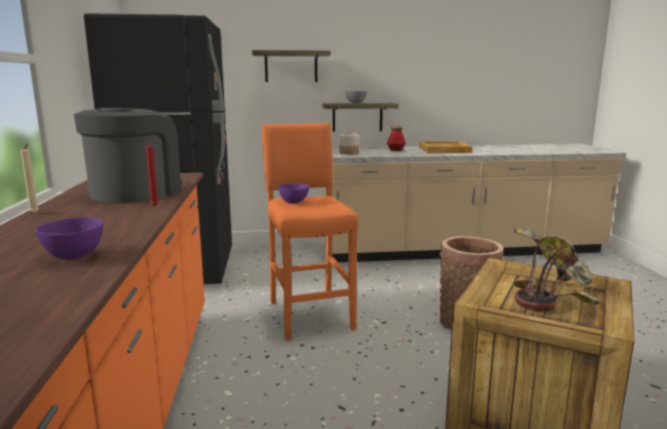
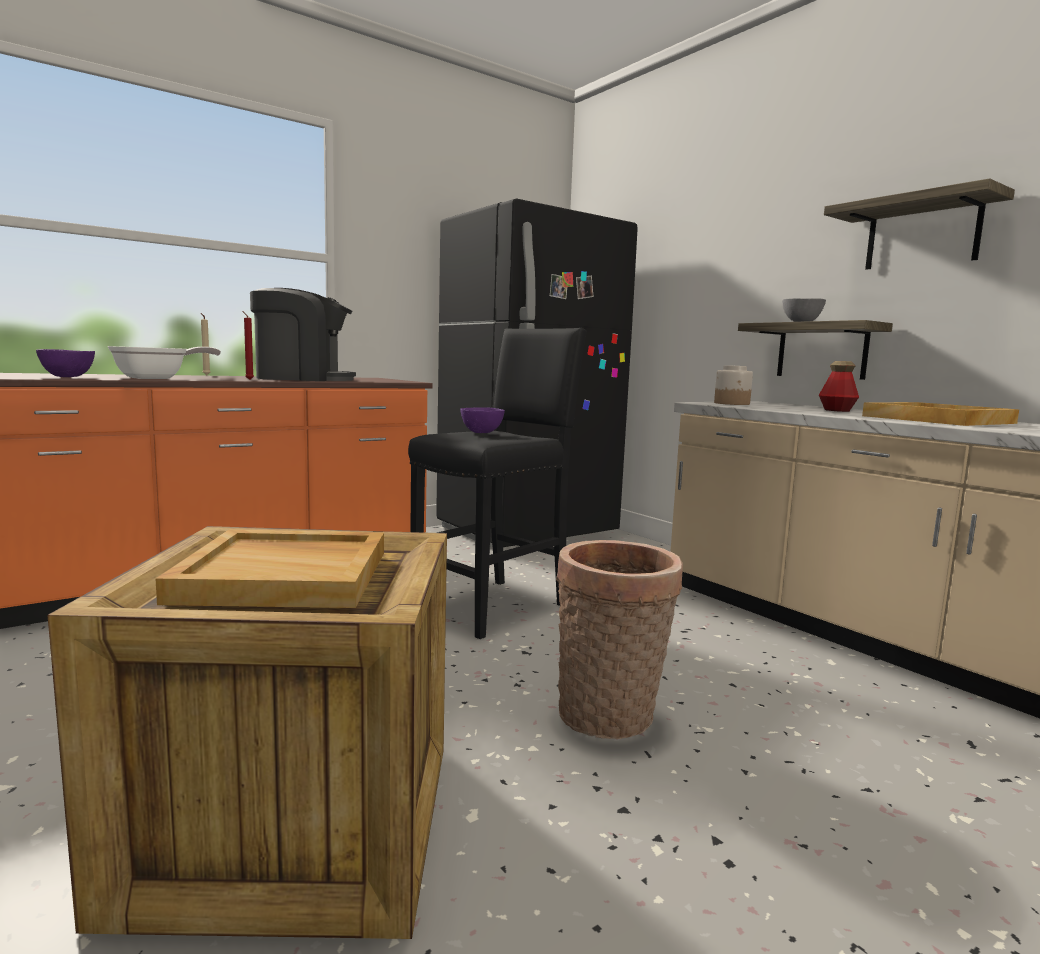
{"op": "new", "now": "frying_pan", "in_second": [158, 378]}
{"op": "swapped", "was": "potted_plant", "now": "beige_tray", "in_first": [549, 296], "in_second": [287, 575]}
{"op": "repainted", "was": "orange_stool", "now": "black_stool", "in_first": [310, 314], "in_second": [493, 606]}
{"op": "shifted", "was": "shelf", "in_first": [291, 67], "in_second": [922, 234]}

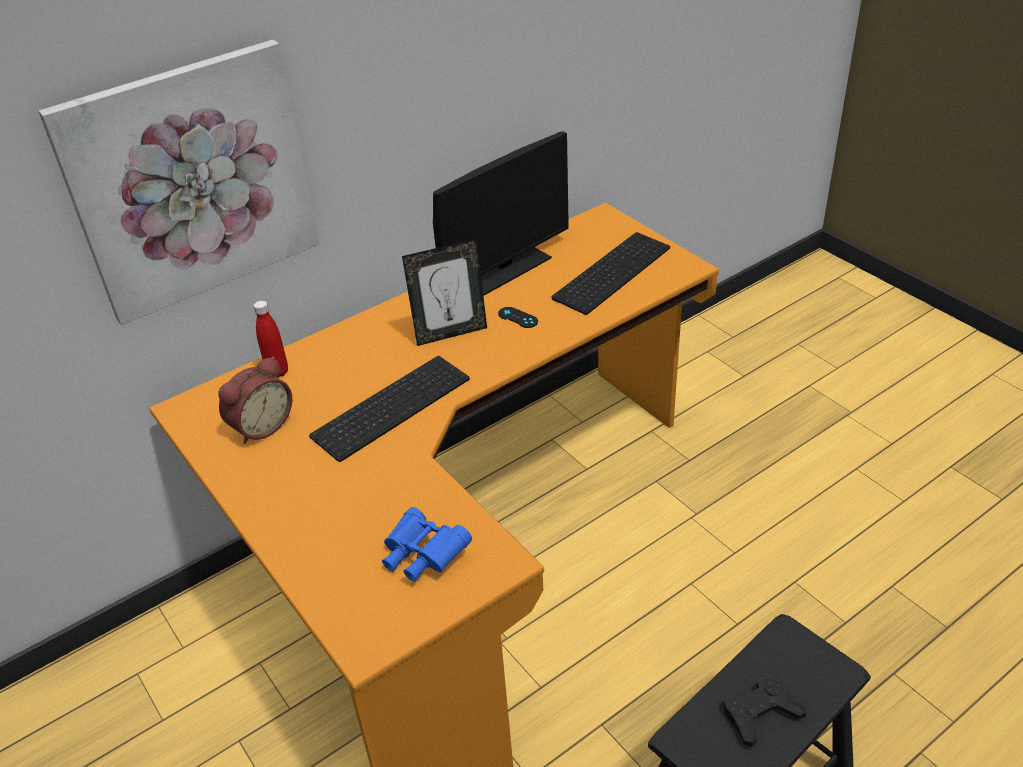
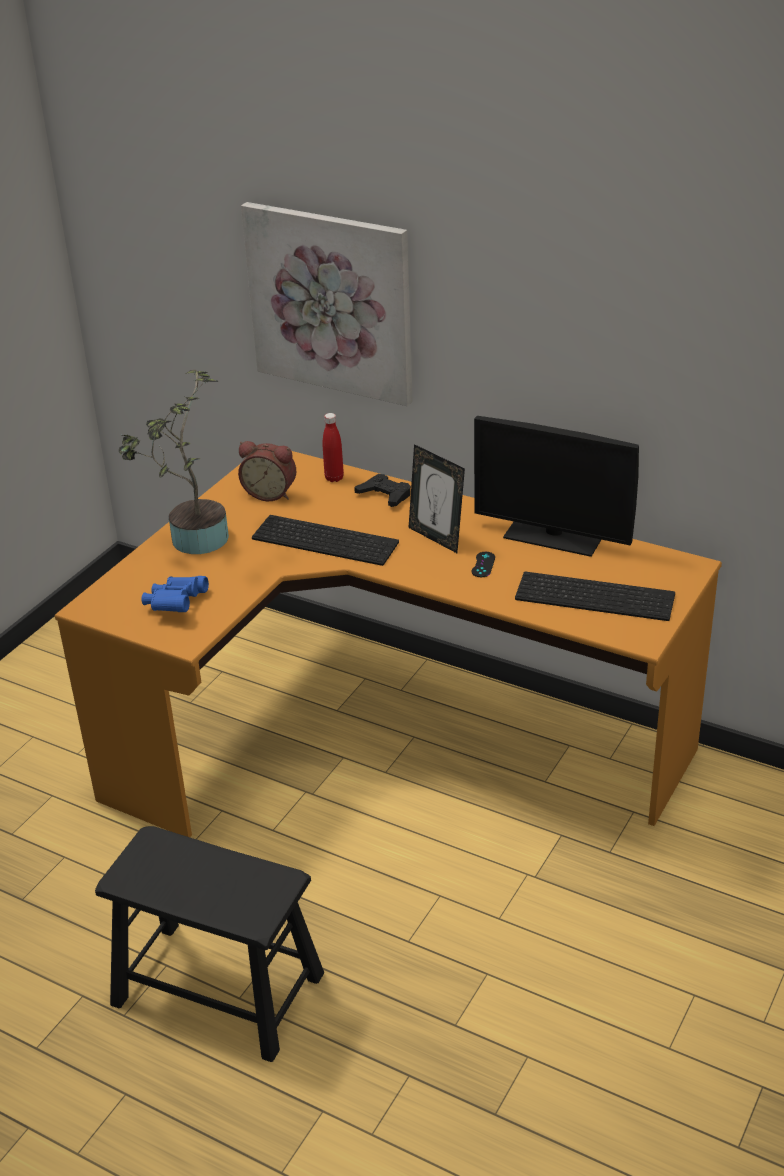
{"op": "new", "now": "potted_plant", "in_second": [193, 540]}
{"op": "shifted", "was": "black_game_controller", "in_first": [760, 714], "in_second": [385, 495]}

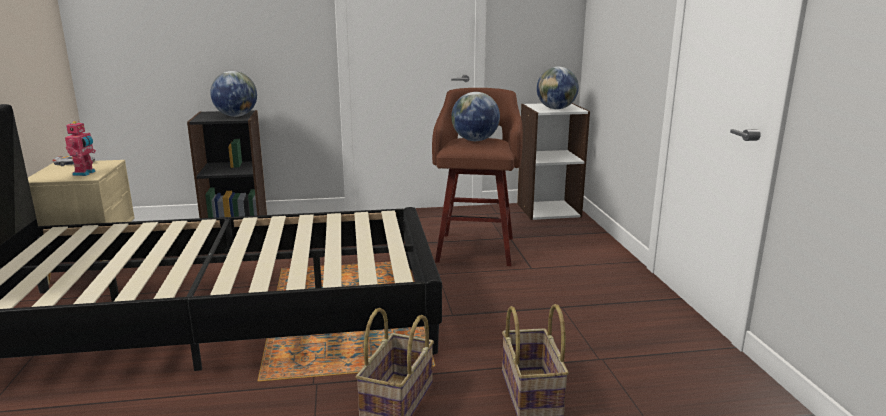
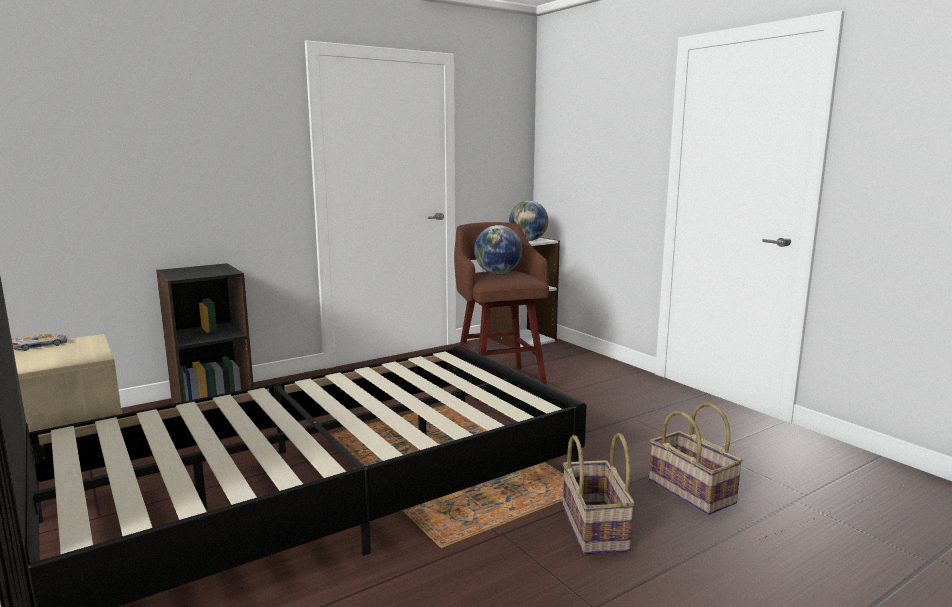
{"op": "gone", "was": "toy_robot", "in_first": [85, 173]}
{"op": "gone", "was": "globe", "in_first": [236, 116]}

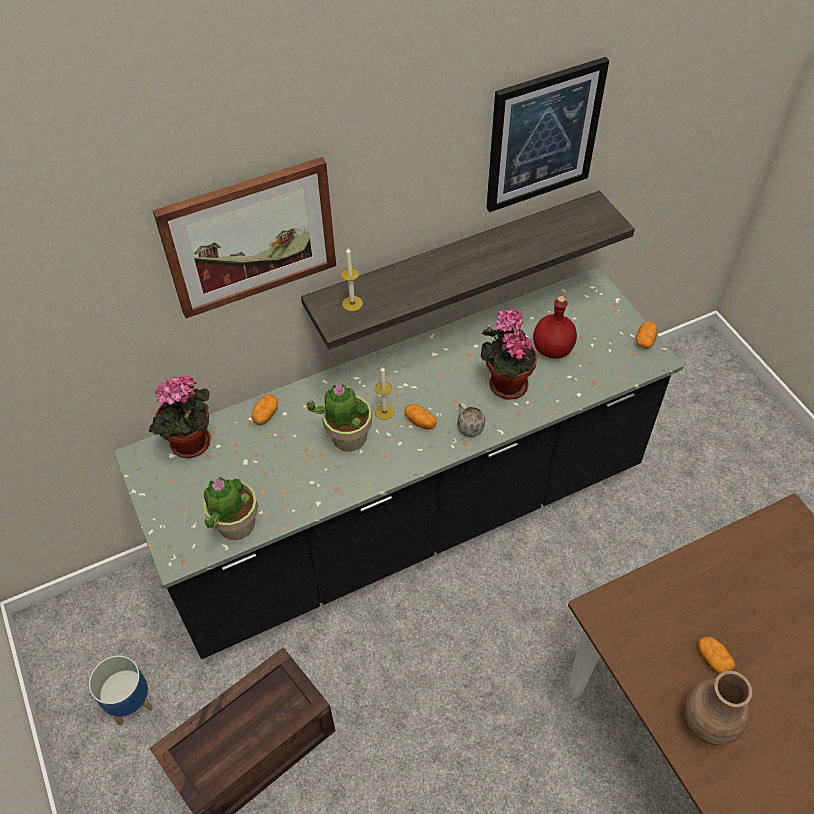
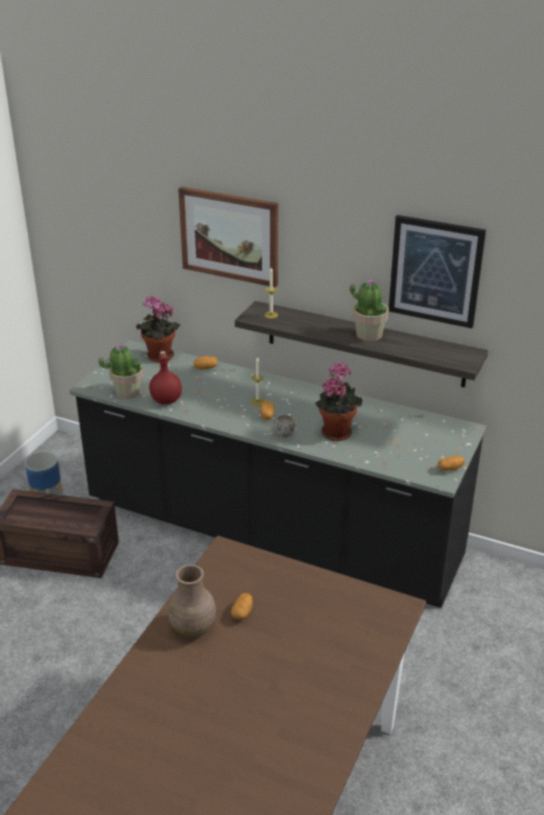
{"op": "shifted", "was": "red_bottle", "in_first": [552, 350], "in_second": [165, 400]}
{"op": "shifted", "was": "potted_plant", "in_first": [348, 437], "in_second": [368, 334]}

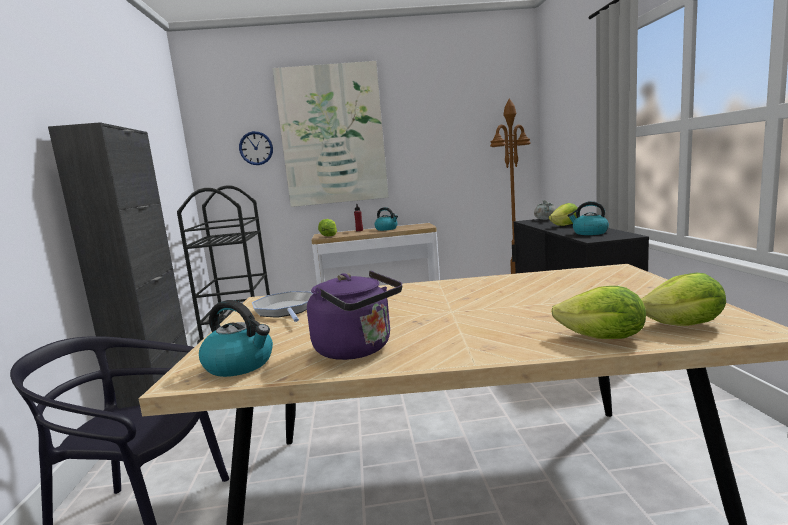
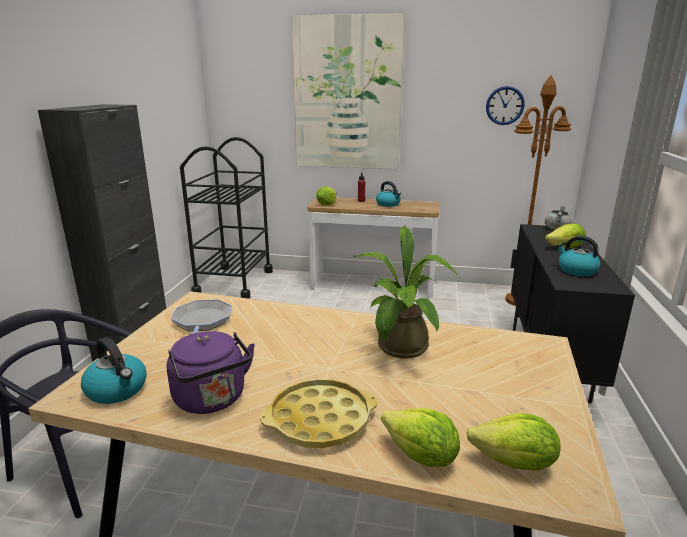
{"op": "new", "now": "yellow_tray", "in_second": [320, 420]}
{"op": "new", "now": "potted_plant", "in_second": [400, 350]}
{"op": "shifted", "was": "wall_clock", "in_first": [256, 148], "in_second": [505, 105]}

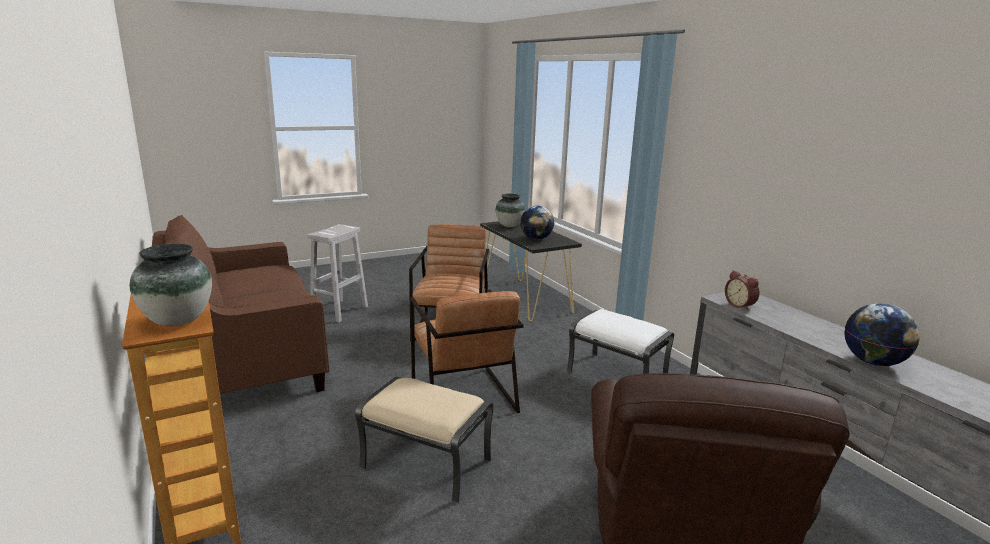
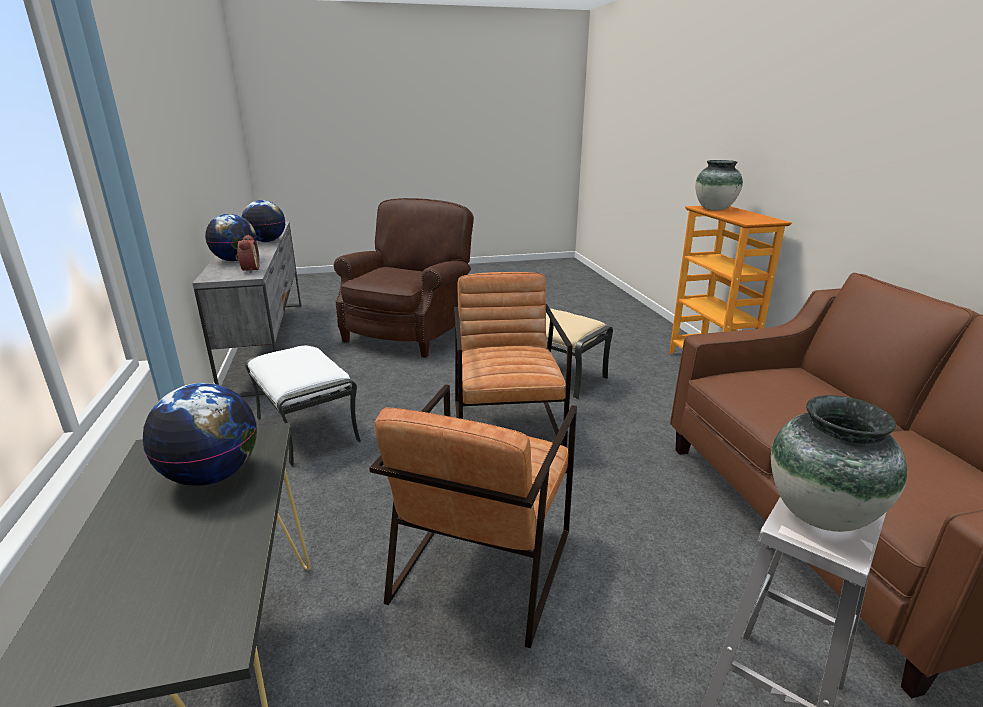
{"op": "new", "now": "globe", "in_second": [235, 260]}
{"op": "shifted", "was": "vase", "in_first": [510, 226], "in_second": [819, 515]}

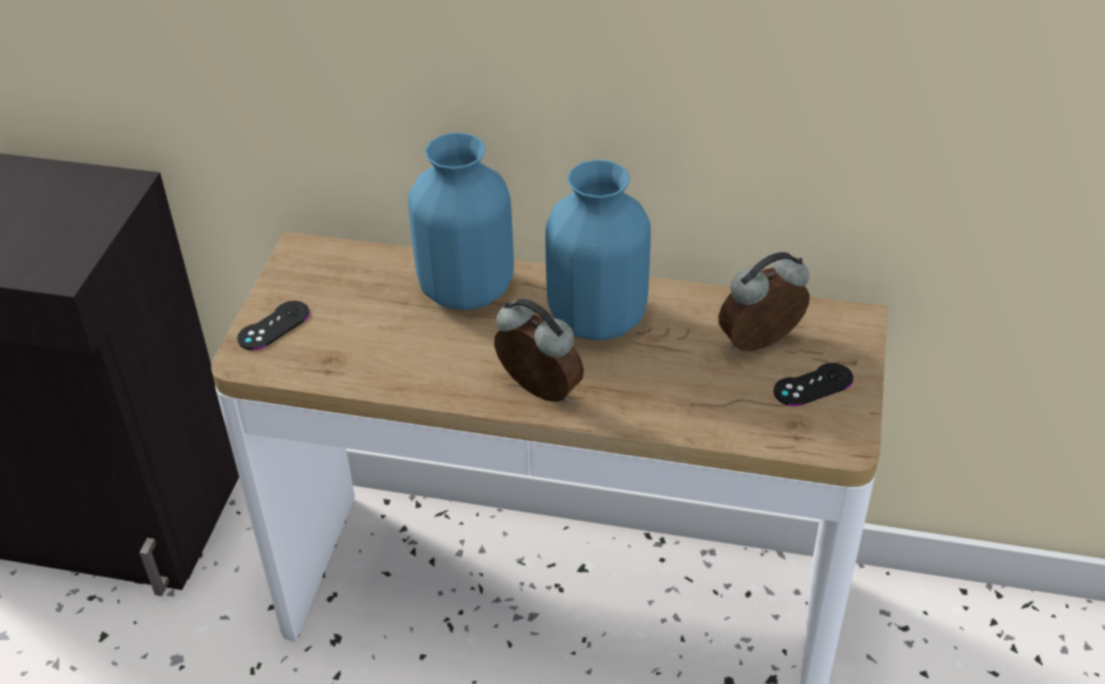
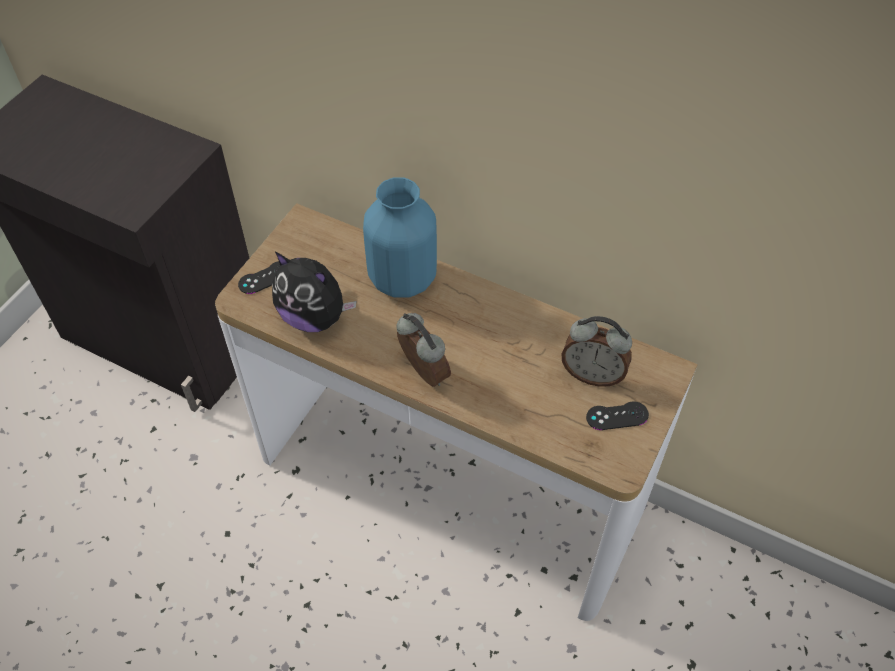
{"op": "new", "now": "plush_toy", "in_second": [314, 317]}
{"op": "rotated", "was": "alarm_clock", "in_first": [761, 345], "in_second": [592, 374], "clockwise": -150}
{"op": "gone", "was": "blue_vase", "in_first": [595, 318]}

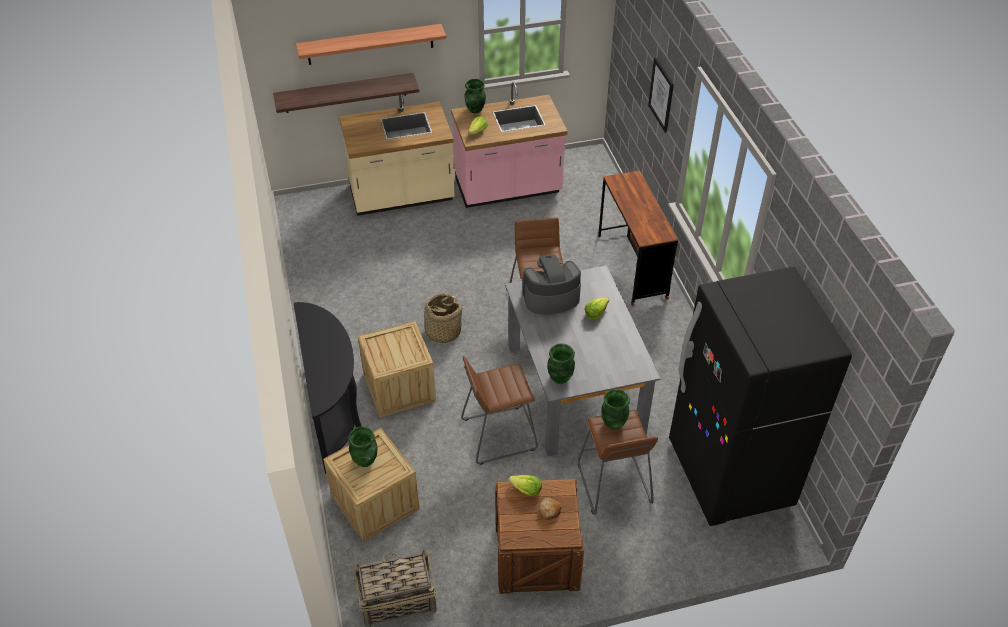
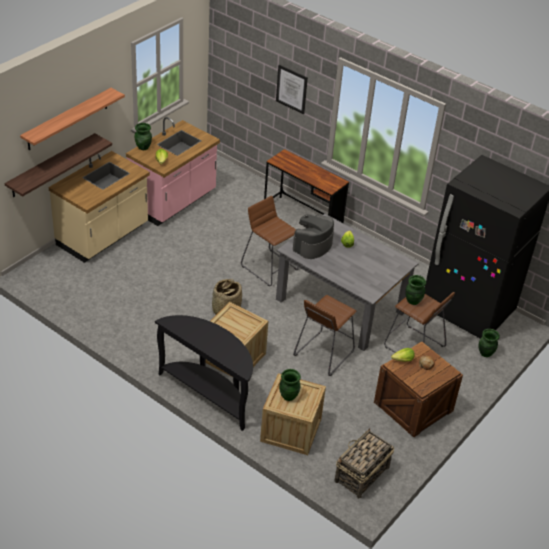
{"op": "shifted", "was": "green_vase", "in_first": [559, 378], "in_second": [485, 353]}

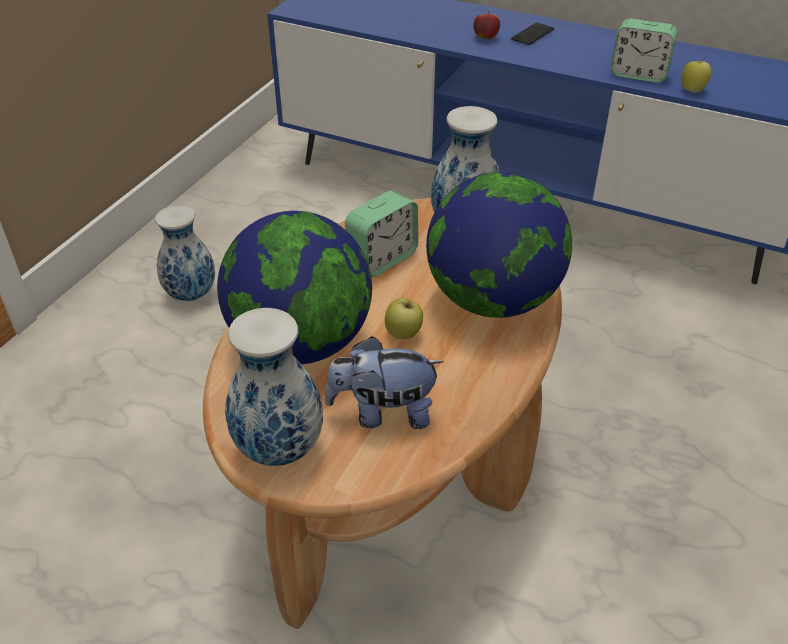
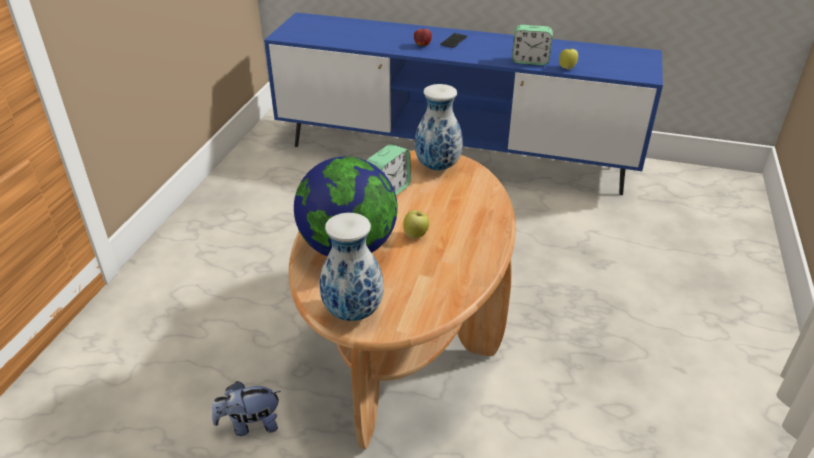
{"op": "shifted", "was": "plush_toy", "in_first": [383, 413], "in_second": [250, 424]}
{"op": "gone", "was": "vase", "in_first": [191, 294]}
{"op": "gone", "was": "globe", "in_first": [493, 300]}

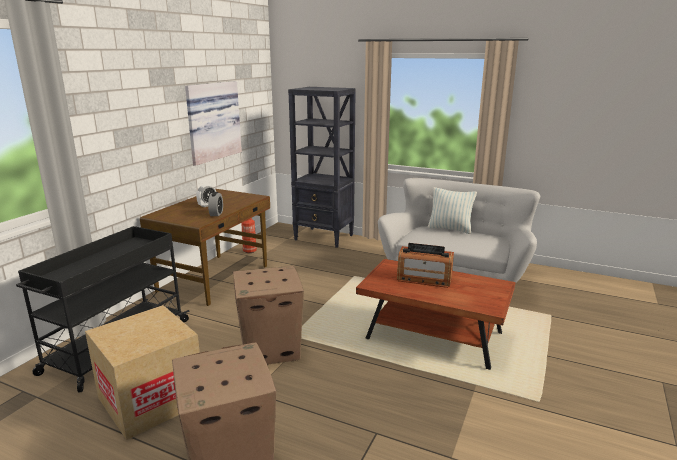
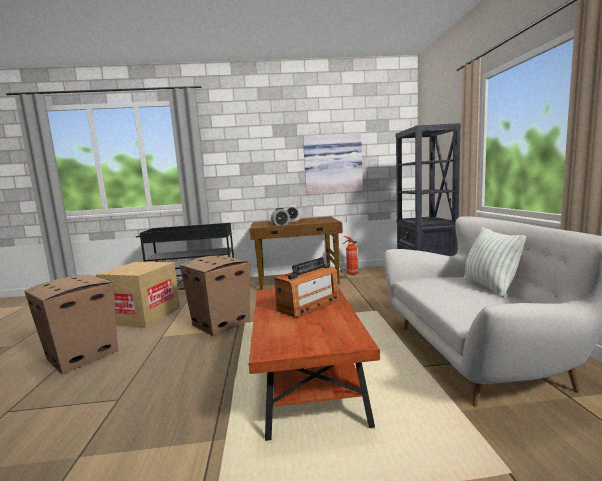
{"op": "rotated", "was": "radio", "in_first": [424, 279], "in_second": [309, 305], "clockwise": -120}

